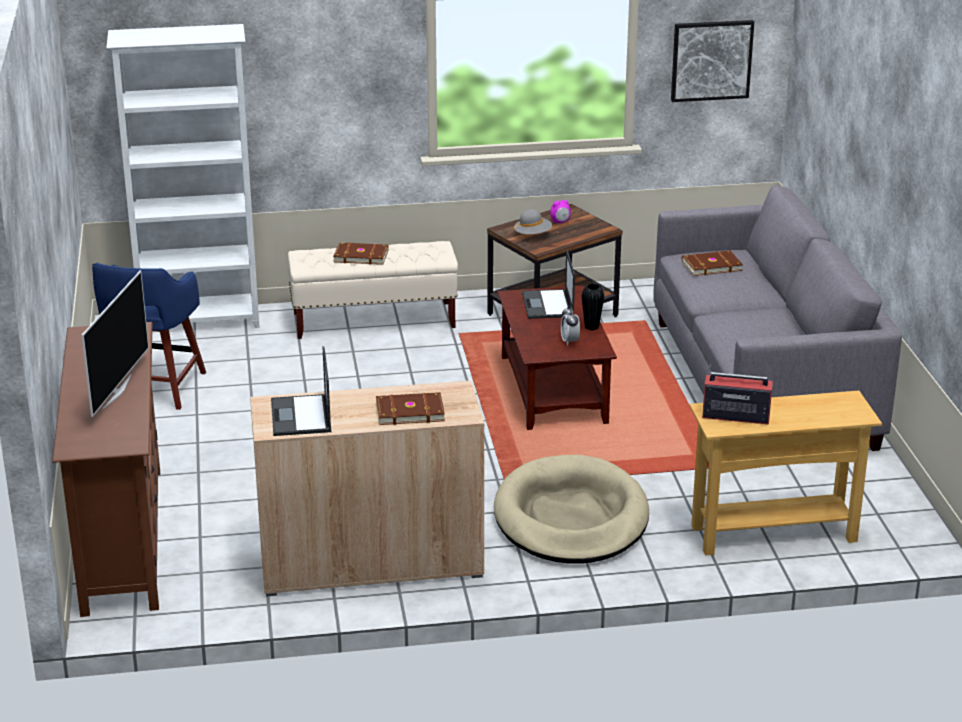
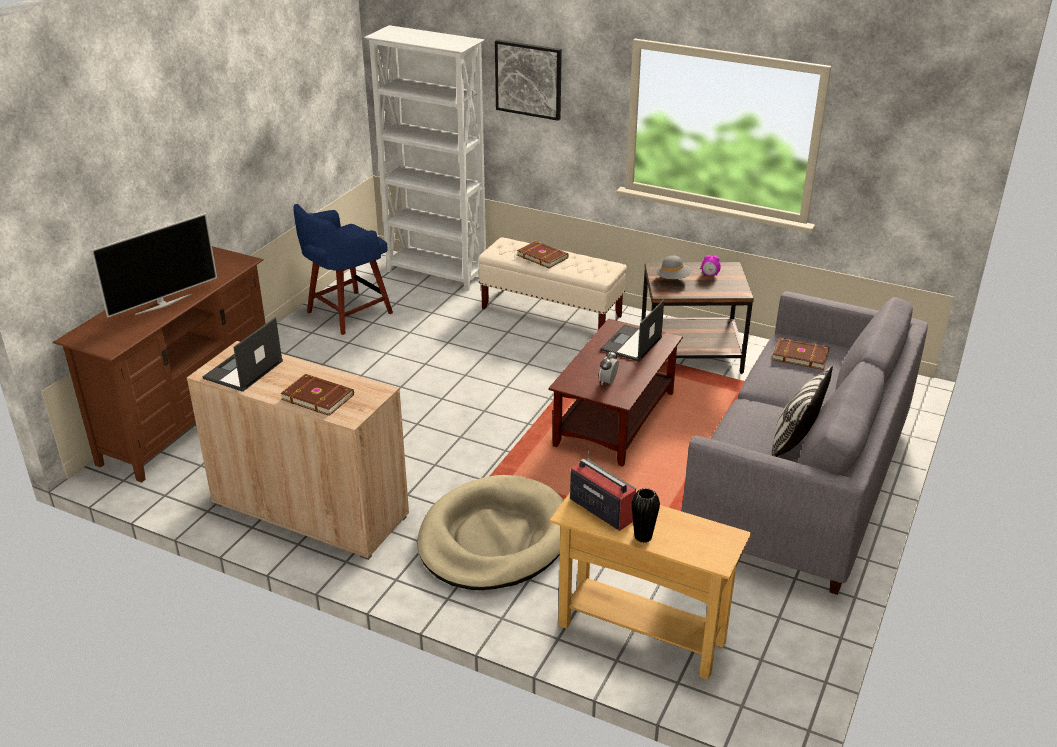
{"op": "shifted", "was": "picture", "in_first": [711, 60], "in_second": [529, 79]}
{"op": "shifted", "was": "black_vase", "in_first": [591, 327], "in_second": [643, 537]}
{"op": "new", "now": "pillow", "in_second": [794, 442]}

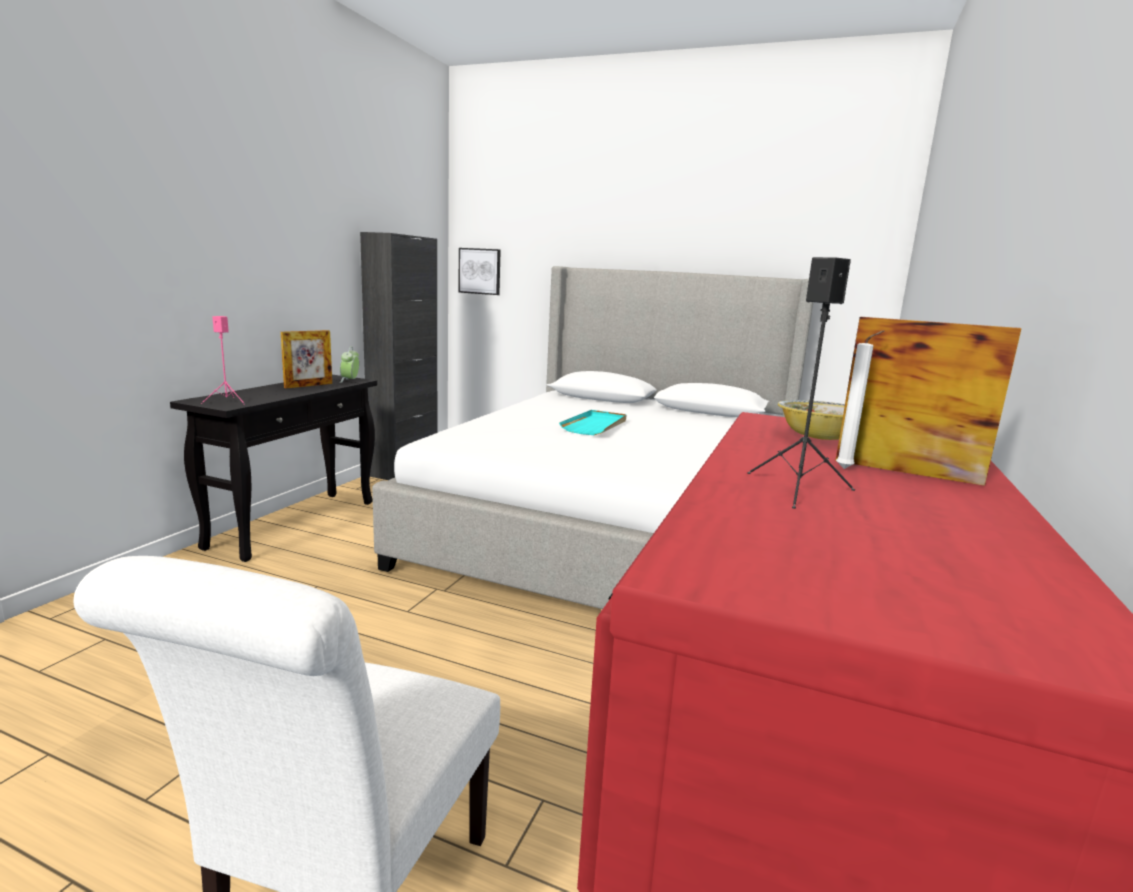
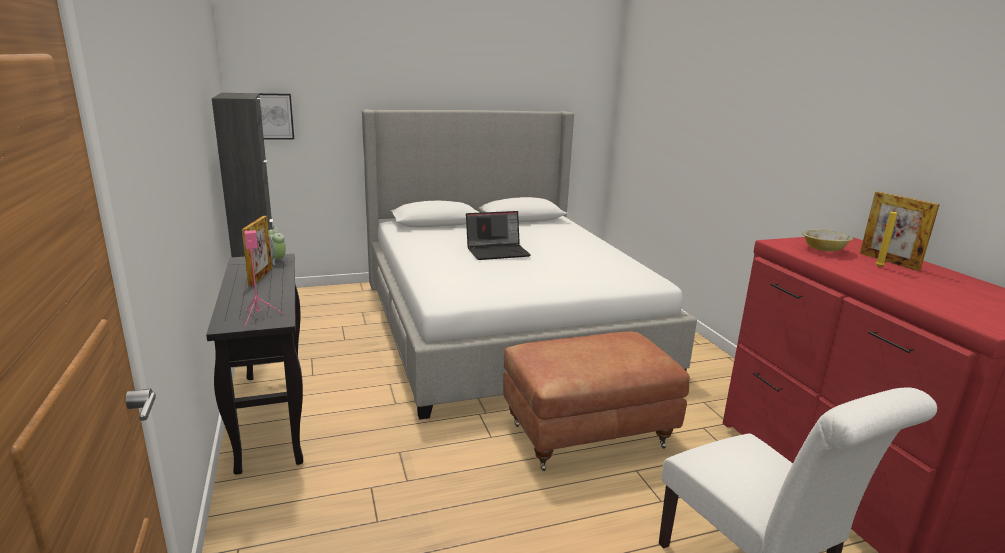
{"op": "swapped", "was": "turquoise_tray", "now": "laptop", "in_first": [595, 425], "in_second": [498, 251]}
{"op": "new", "now": "brown_ottoman", "in_second": [587, 433]}
{"op": "rotated", "was": "picture_frame", "in_first": [906, 471], "in_second": [888, 261], "clockwise": -105}
{"op": "repainted", "was": "white_candle", "now": "yellow_candle", "in_first": [847, 469], "in_second": [880, 266]}
{"op": "gone", "was": "black_speaker", "in_first": [798, 489]}

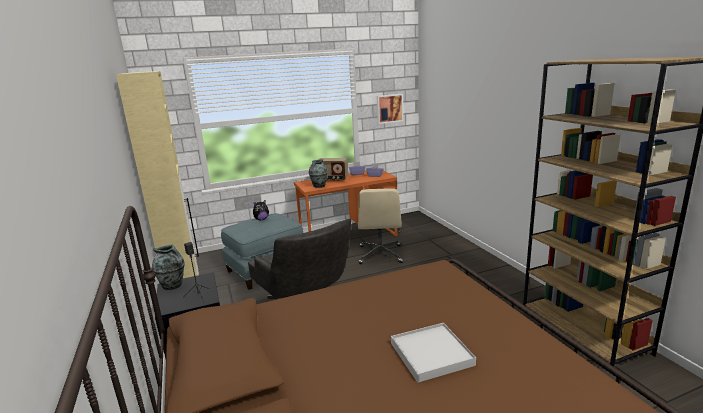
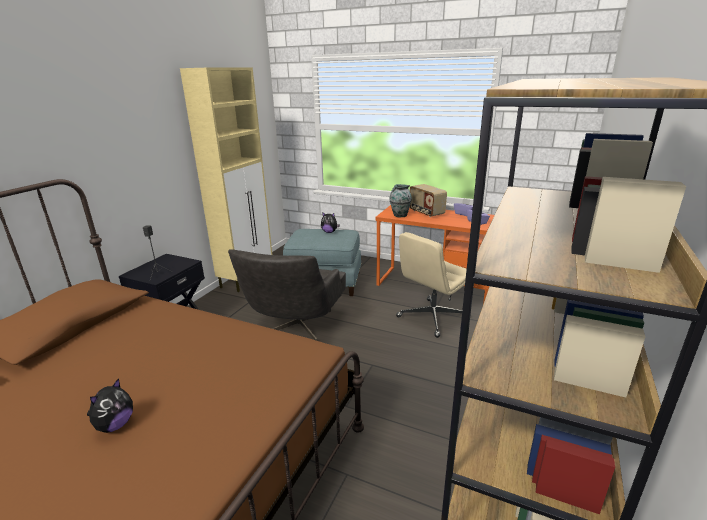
{"op": "swapped", "was": "white_tray", "now": "plush_toy", "in_first": [431, 354], "in_second": [115, 425]}
{"op": "gone", "was": "vase", "in_first": [173, 286]}
{"op": "gone", "was": "picture", "in_first": [389, 108]}

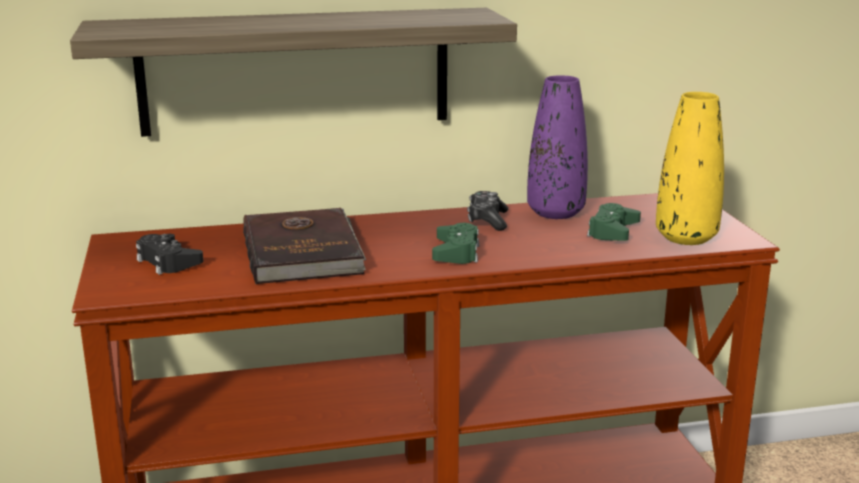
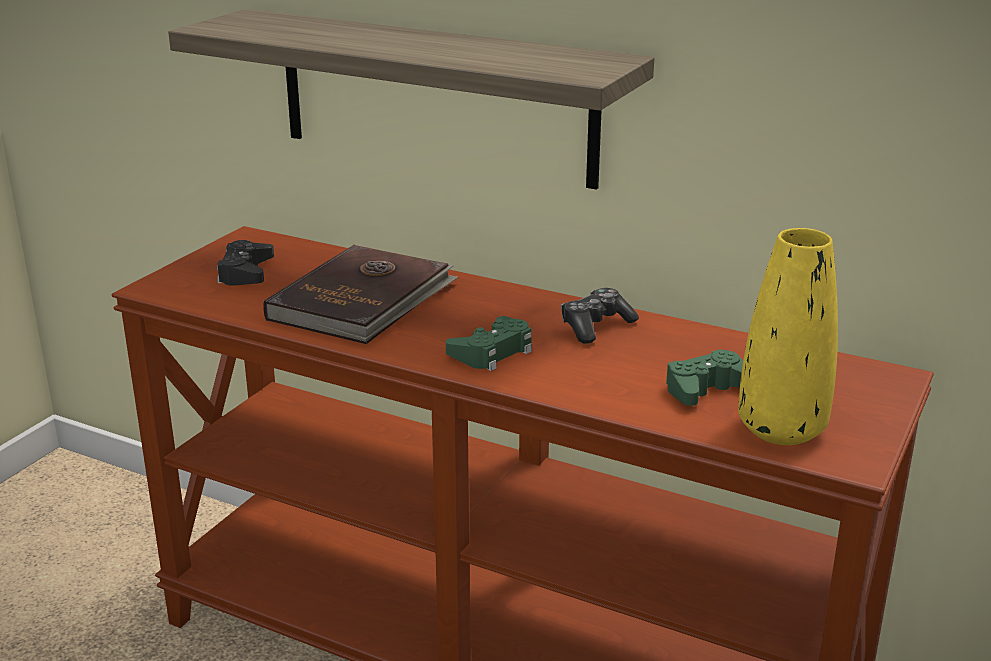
{"op": "gone", "was": "purple_vase", "in_first": [555, 212]}

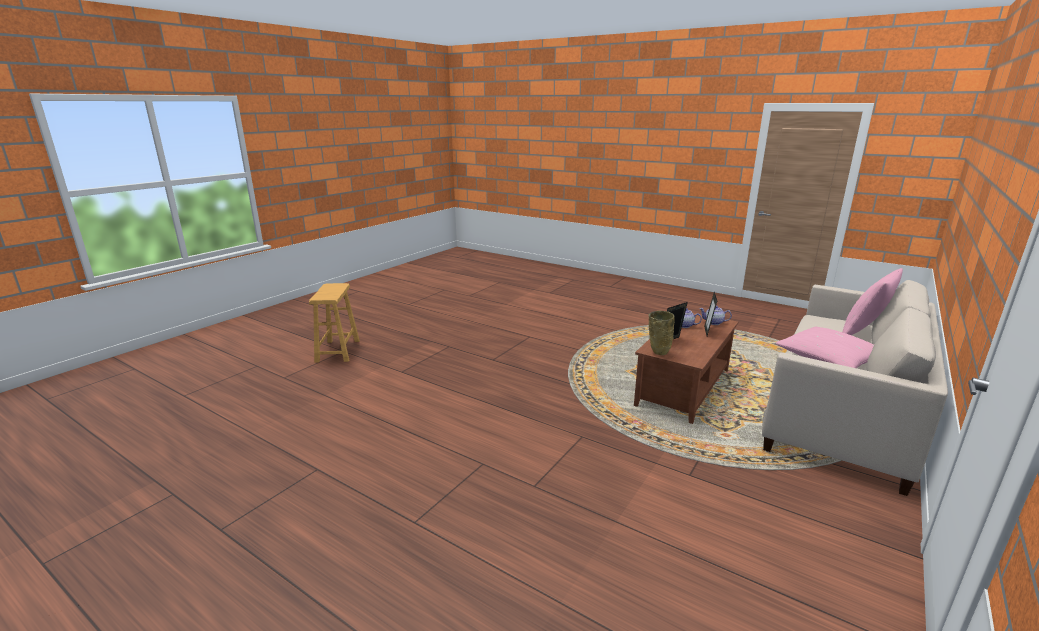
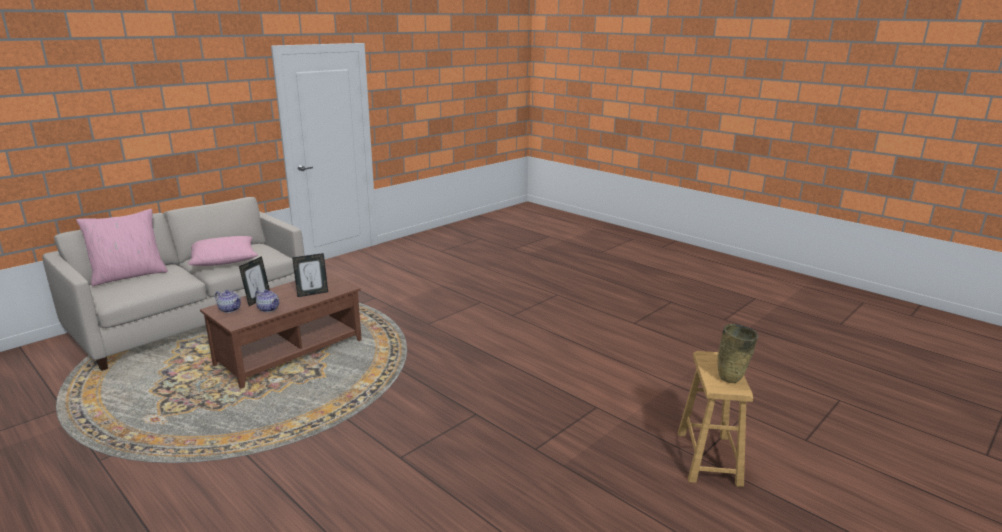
{"op": "shifted", "was": "beige_vase", "in_first": [658, 352], "in_second": [732, 379]}

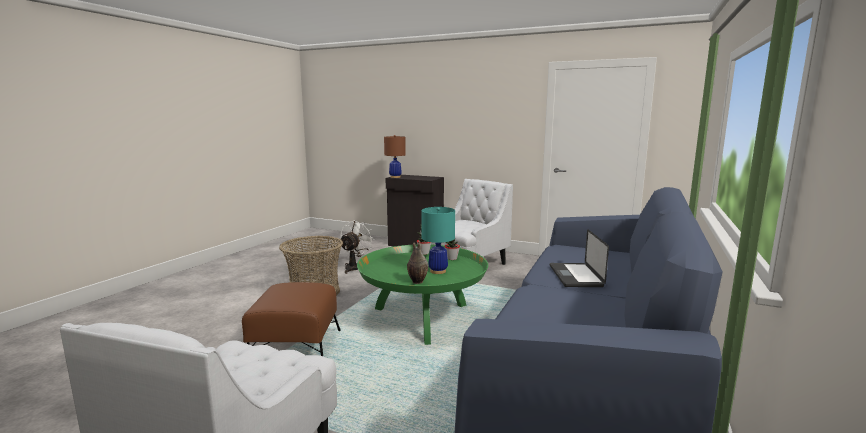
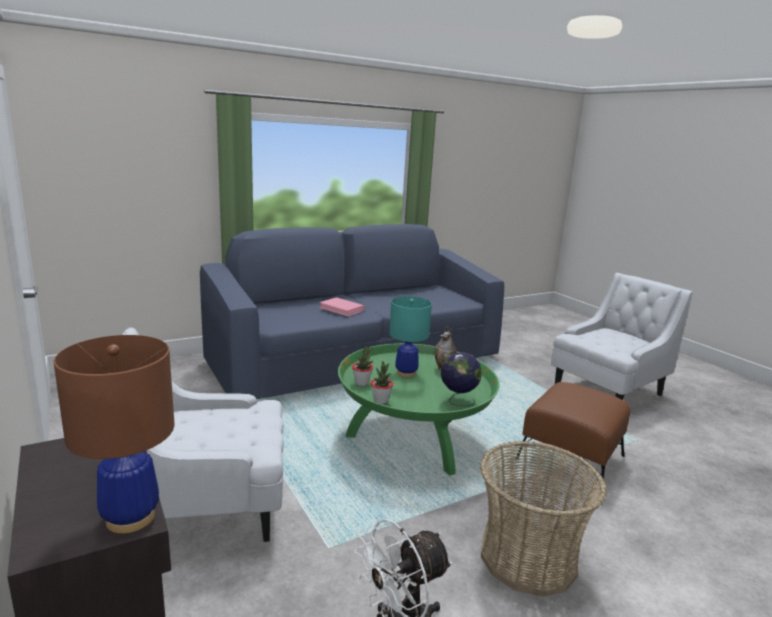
{"op": "swapped", "was": "laptop", "now": "pink_book", "in_first": [575, 276], "in_second": [342, 309]}
{"op": "new", "now": "globe", "in_second": [458, 401]}

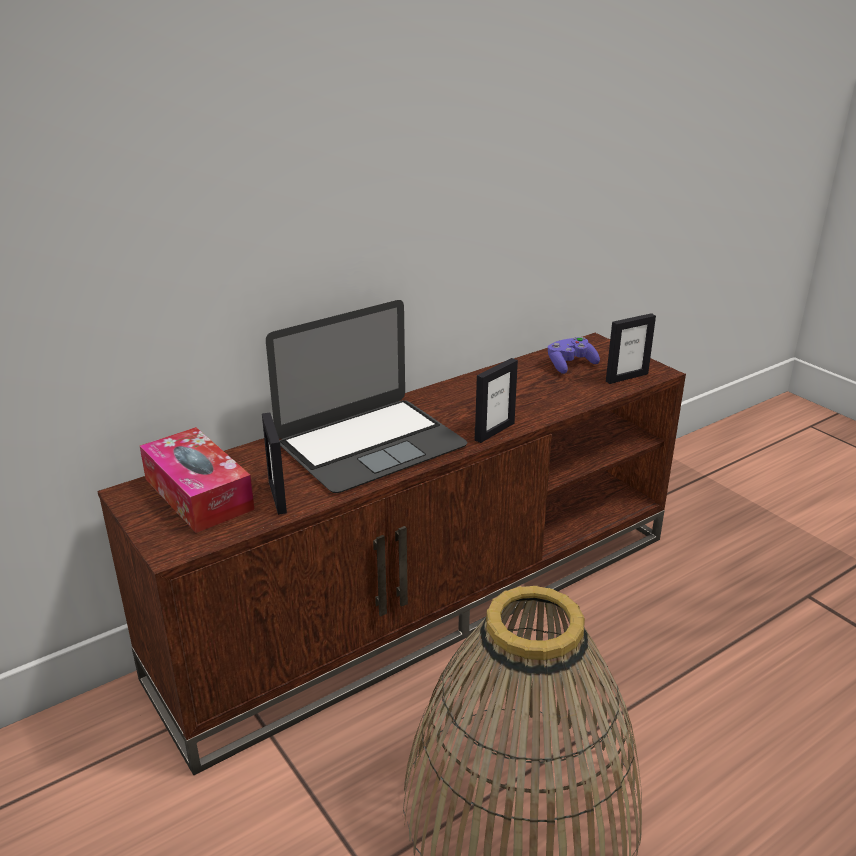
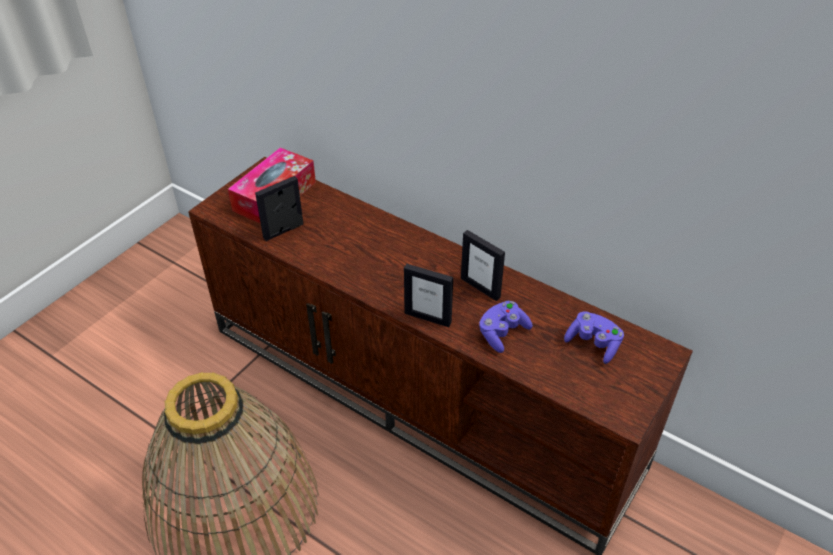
{"op": "shifted", "was": "picture_frame", "in_first": [626, 377], "in_second": [480, 287]}
{"op": "new", "now": "purple_game_controller", "in_second": [502, 333]}
{"op": "gone", "was": "laptop", "in_first": [371, 444]}

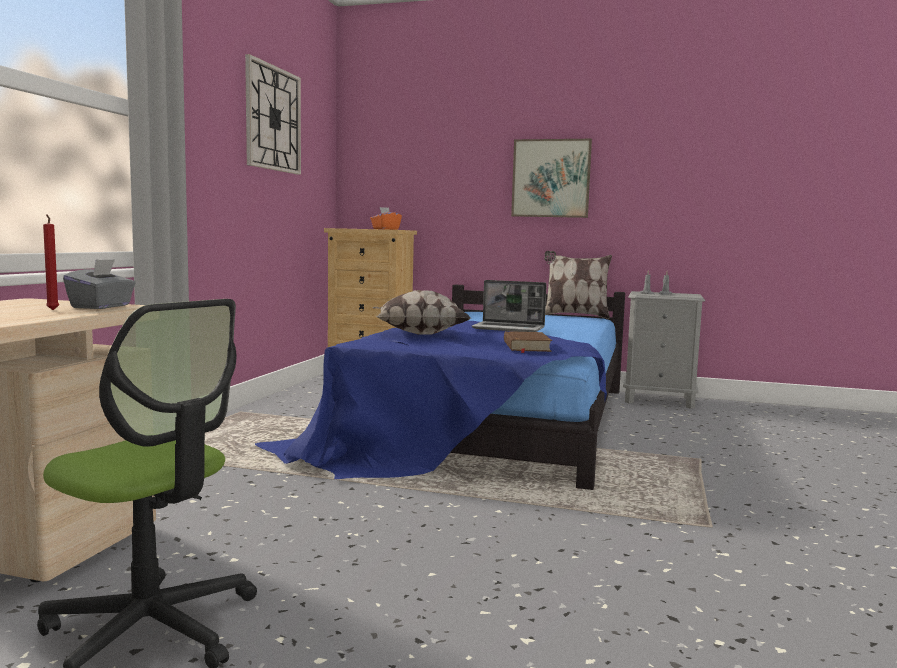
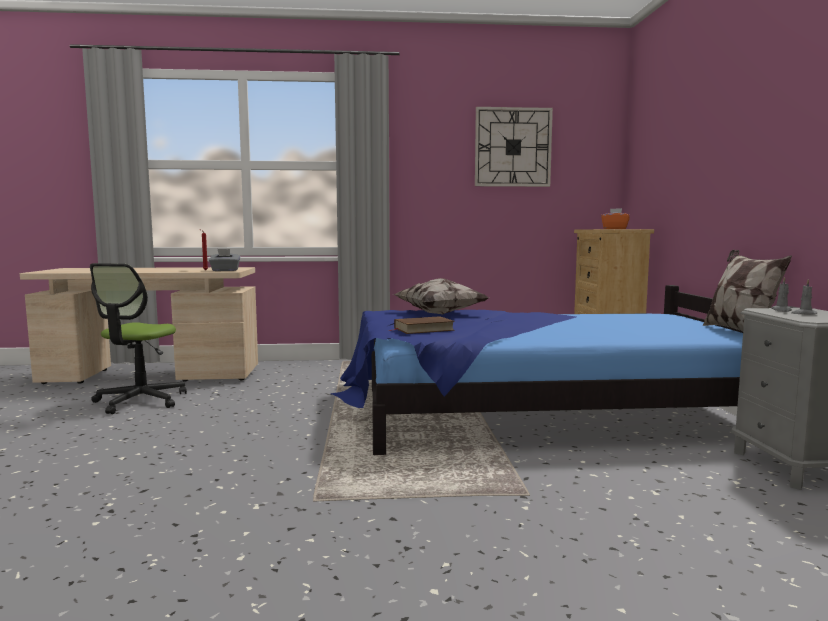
{"op": "gone", "was": "laptop", "in_first": [509, 328]}
{"op": "gone", "was": "picture", "in_first": [551, 178]}

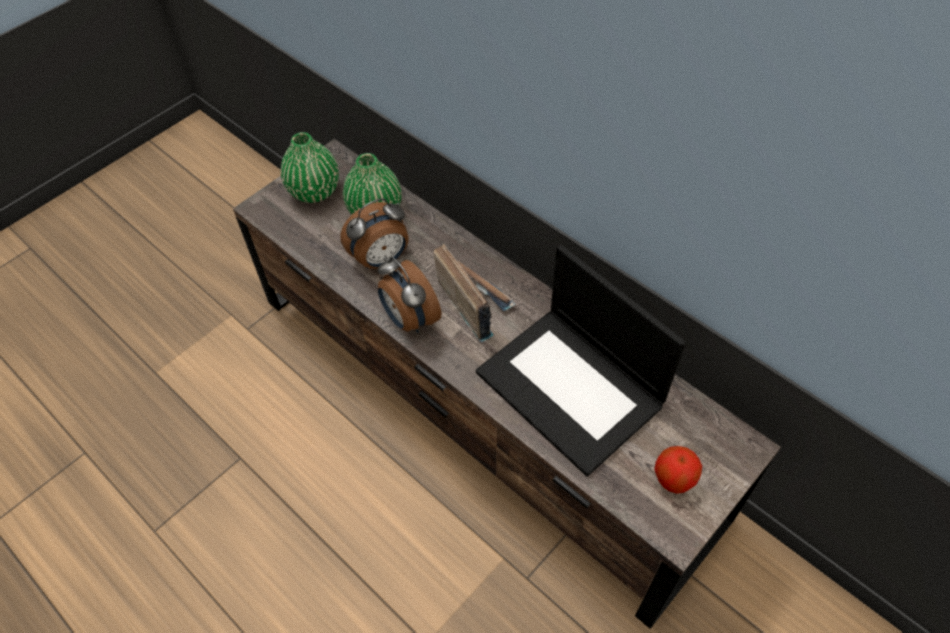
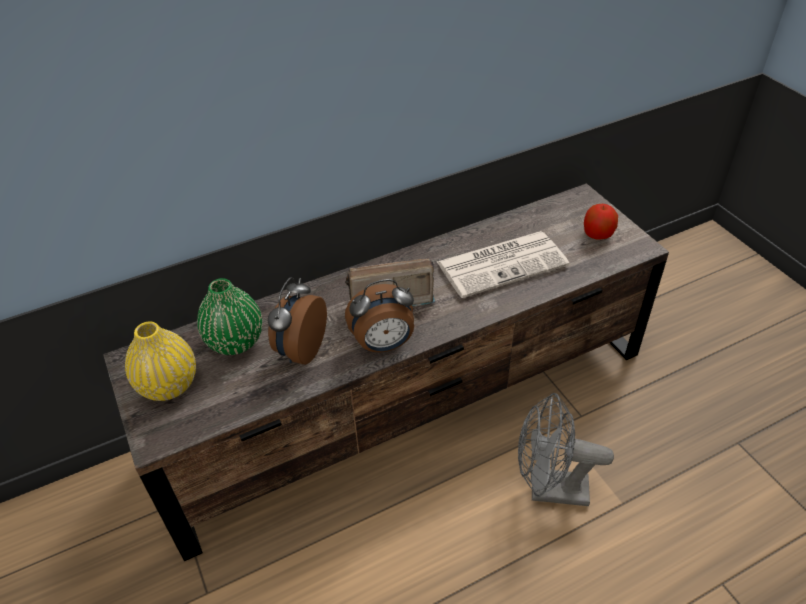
{"op": "repainted", "was": "green_vase", "now": "yellow_vase", "in_first": [314, 191], "in_second": [168, 385]}
{"op": "rotated", "was": "alarm_clock", "in_first": [381, 259], "in_second": [300, 350], "clockwise": -150}
{"op": "swapped", "was": "laptop", "now": "newspaper", "in_first": [572, 389], "in_second": [503, 263]}
{"op": "new", "now": "grey_fan", "in_second": [549, 489]}

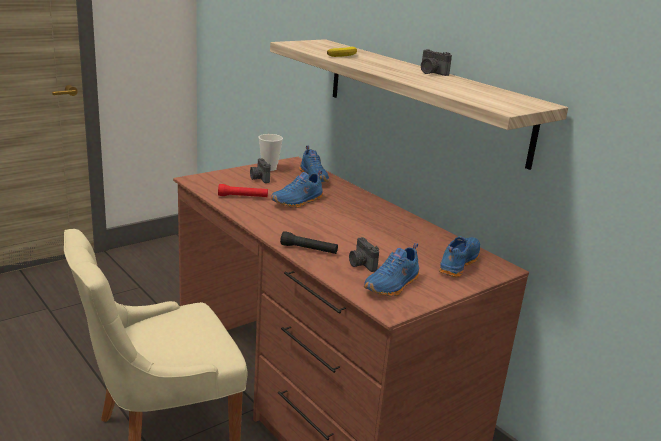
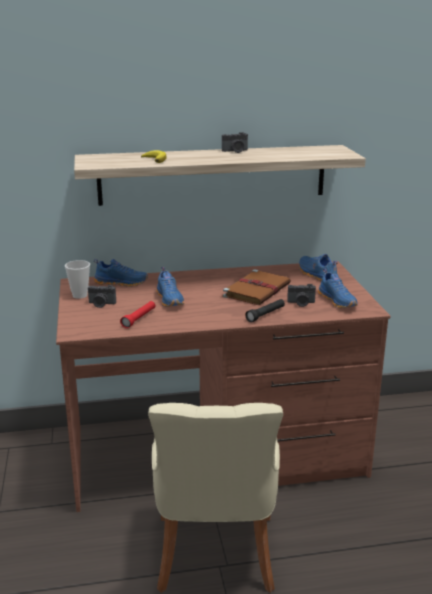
{"op": "new", "now": "brown_book", "in_second": [257, 290]}

